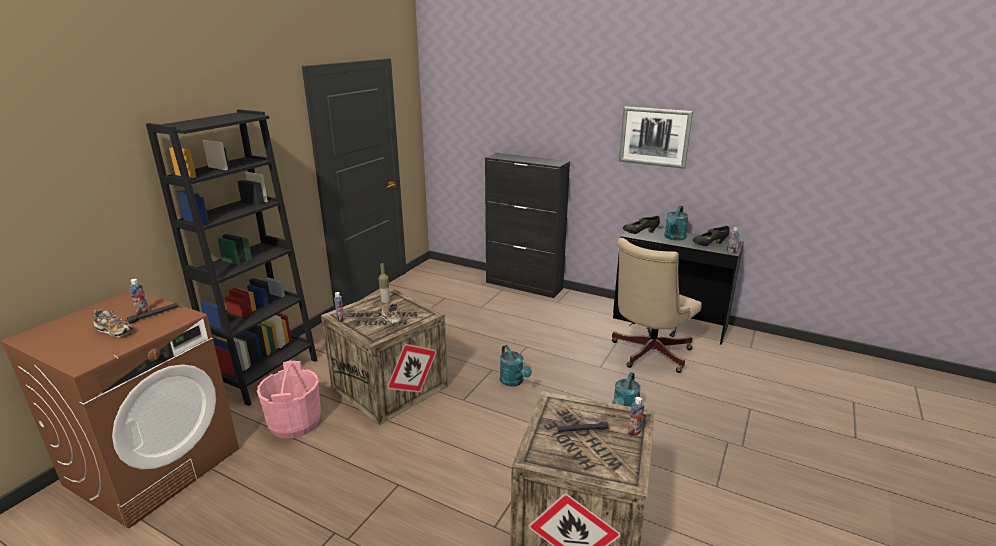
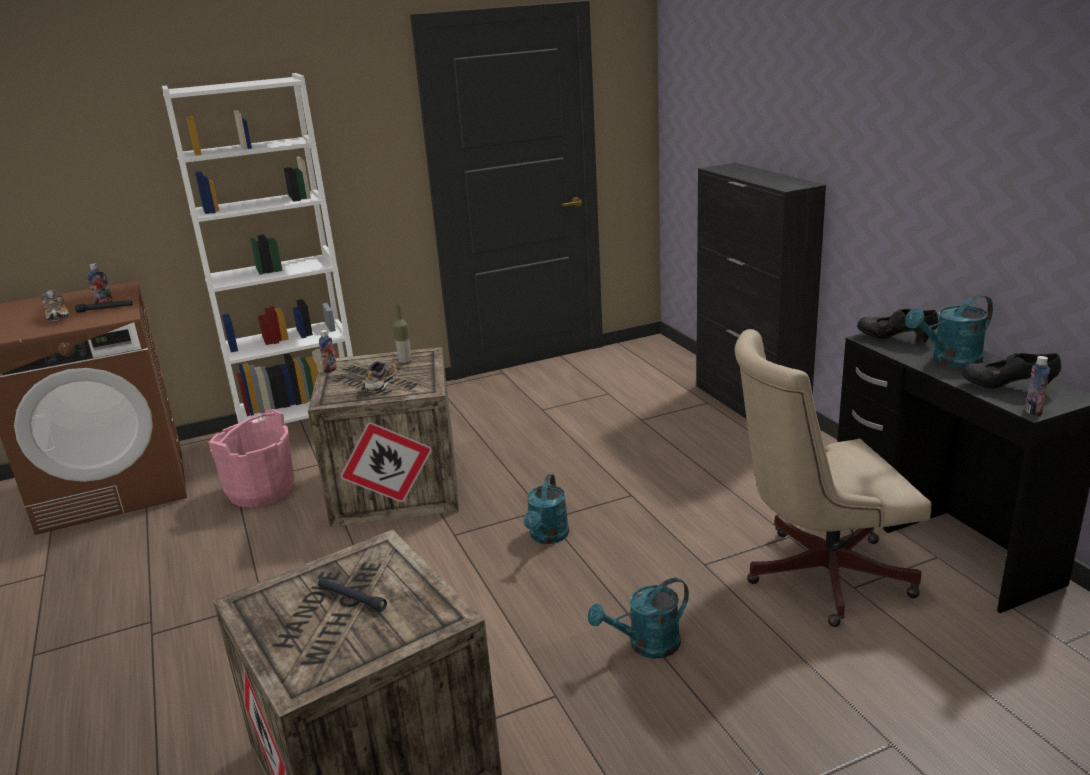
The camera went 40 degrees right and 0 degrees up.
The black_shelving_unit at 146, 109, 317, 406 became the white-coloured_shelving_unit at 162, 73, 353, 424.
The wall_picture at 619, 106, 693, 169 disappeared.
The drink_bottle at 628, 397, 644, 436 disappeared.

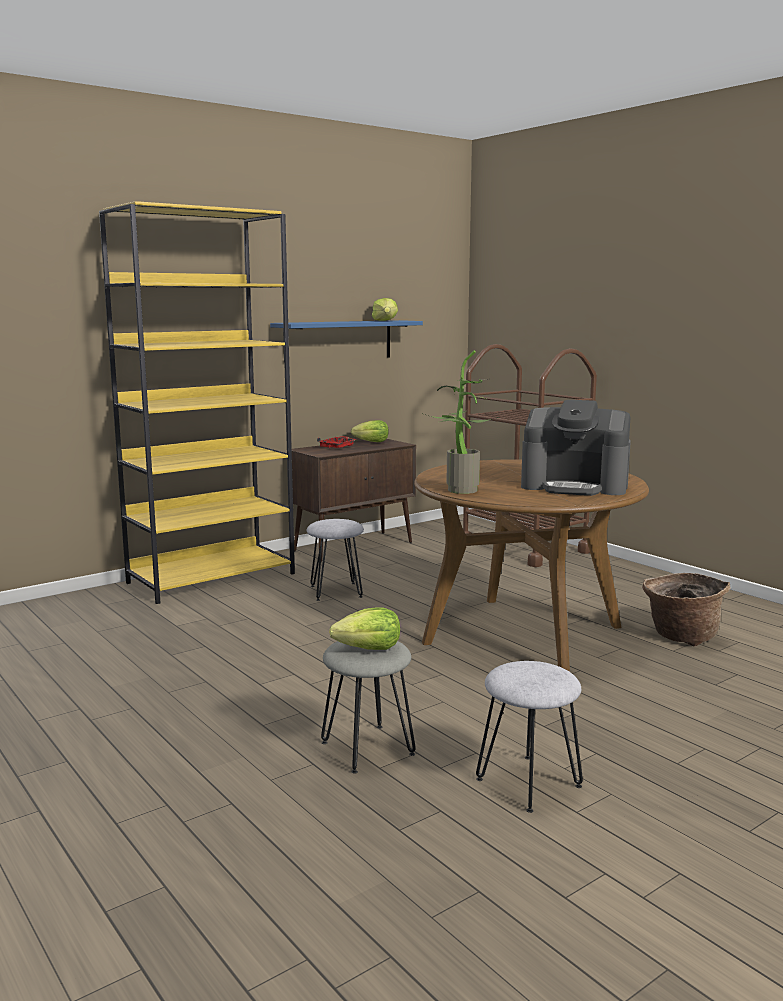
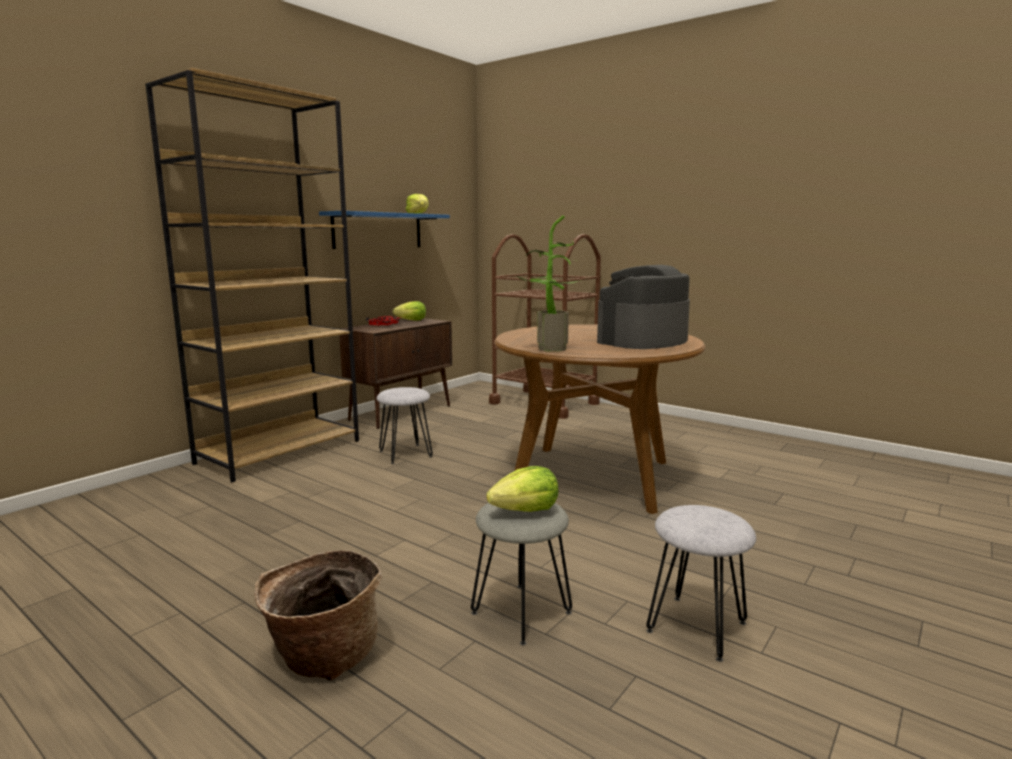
The camera went 15 degrees left and 0 degrees up.
The yellow-coloured_shelving_unit at 99, 201, 295, 604 became the brown-coloured_shelving_unit at 145, 68, 359, 482.
The household_basket moved from 642, 573, 731, 647 to 254, 550, 382, 680.
The coffee_maker at 521, 400, 631, 496 turned 135 degrees clockwise.

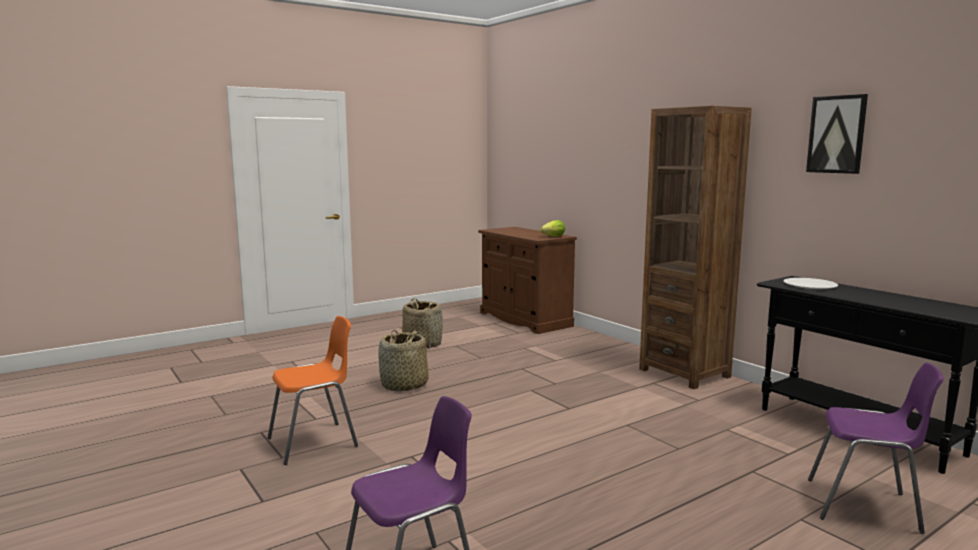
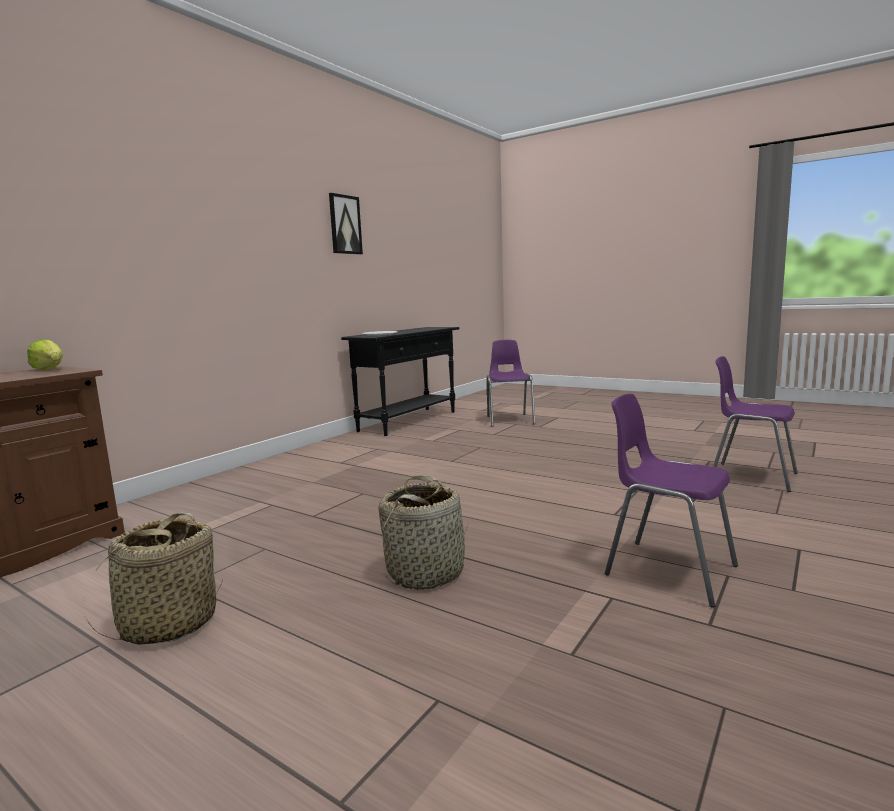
The camera went 110 degrees left and 0 degrees up.
The orange_upright_chair at 267, 316, 358, 465 became the purple-coloured_upright_chair at 605, 394, 738, 608.
The brown-coloured_shelving_unit at 639, 106, 752, 389 disappeared.

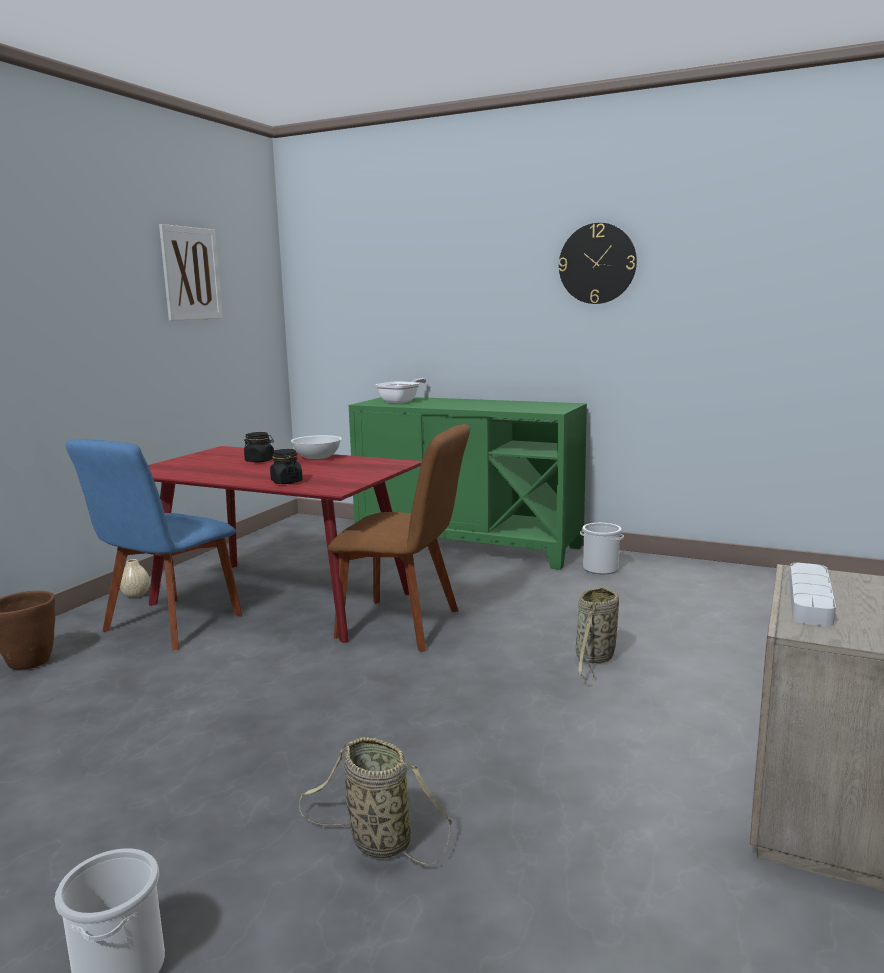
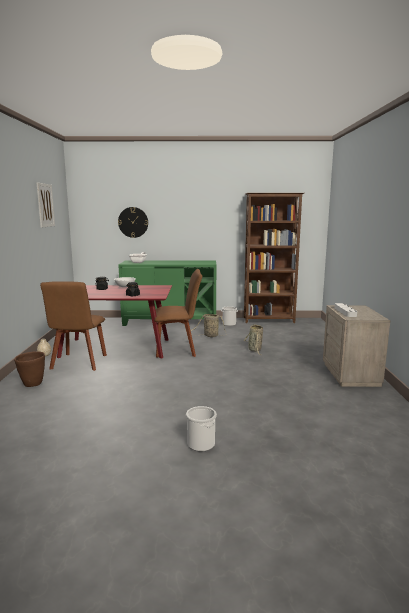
The camera went 25 degrees left and 0 degrees up.
The bluish_upright_chair at 66, 439, 242, 650 became the brown-coloured_upright_chair at 40, 282, 107, 371.
The clock_on_the_wall moved from 559, 223, 637, 304 to 118, 207, 148, 238.
The household_basket moved from 299, 737, 452, 865 to 191, 314, 226, 337.
The brown-coloured_shelving_unit at 244, 193, 304, 323 appeared.

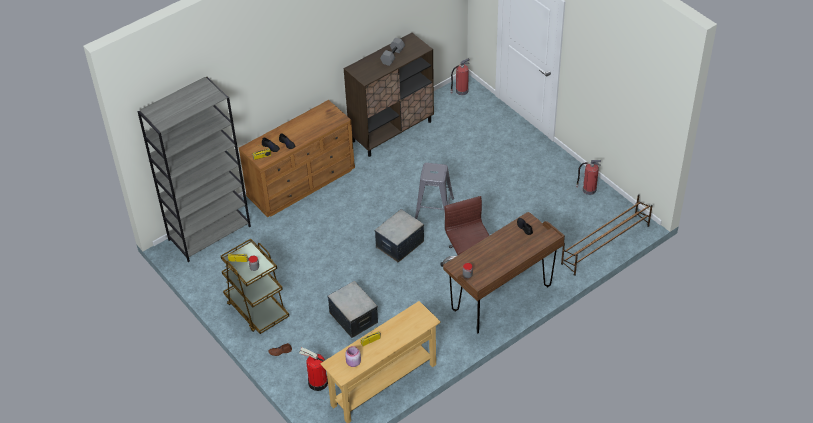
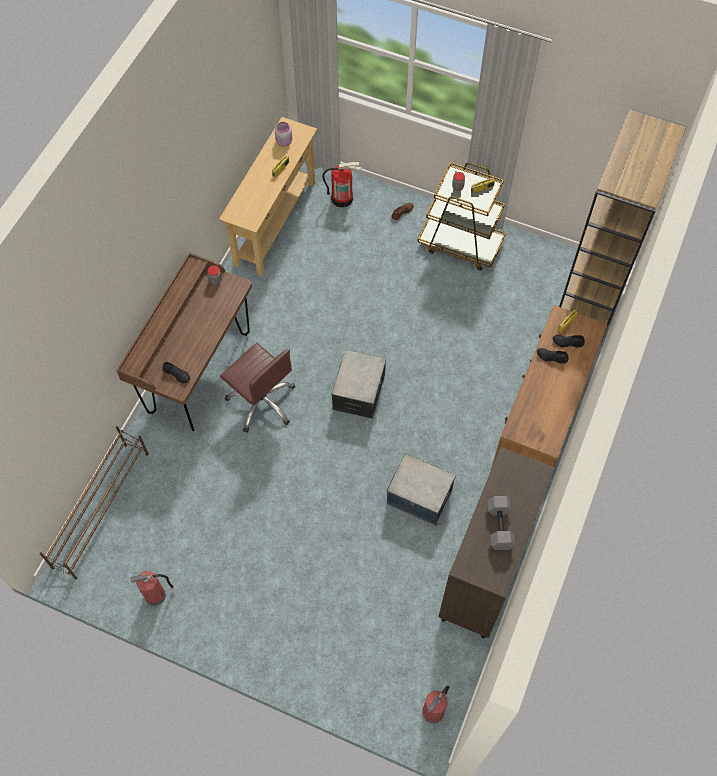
The camera went 150 degrees right and 15 degrees up.
The storage_container moved from 328, 281, 378, 338 to 387, 454, 456, 526.
The greyish_shelving_unit at 138, 77, 251, 262 became the brown-coloured_shelving_unit at 559, 108, 687, 340.
The greyish_sitting_stool at 415, 163, 454, 219 disappeared.

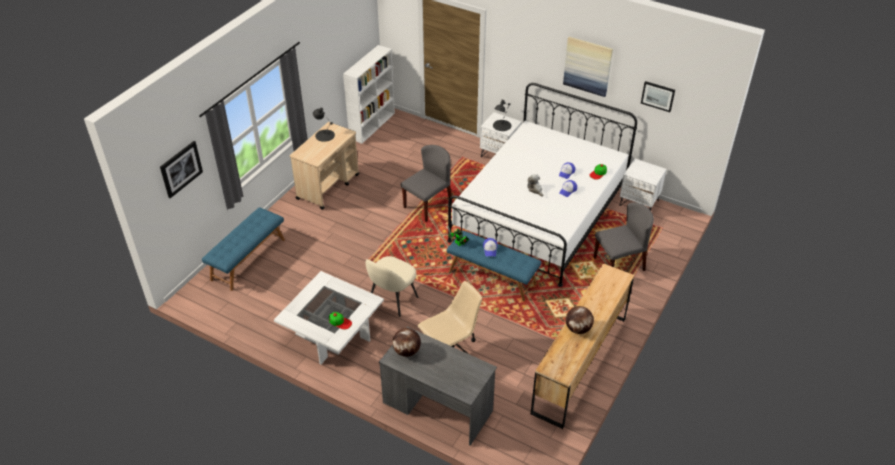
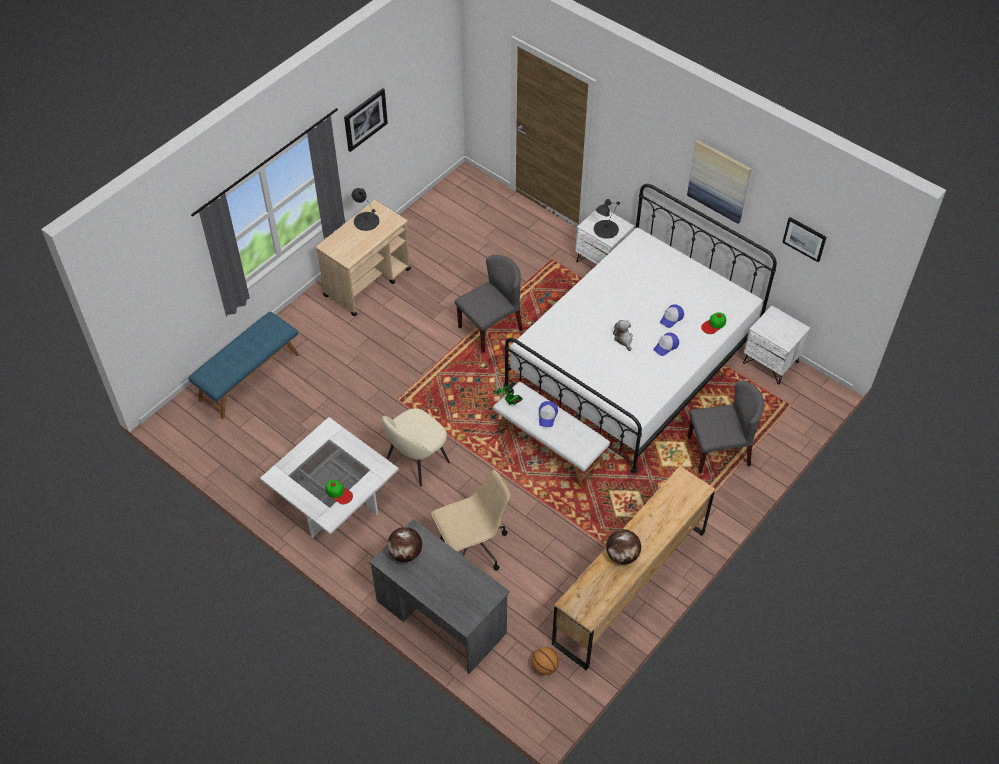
The camera went 10 degrees right and 10 degrees up.
The wall_picture moved from 160, 141, 203, 198 to 344, 88, 388, 152.
The bluish_long_seat at 447, 230, 541, 301 became the white-coloured_long_seat at 493, 382, 610, 488.
The ball_for_basketball at 532, 647, 559, 675 appeared.
The white-coloured_shelving_unit at 343, 45, 395, 144 disappeared.

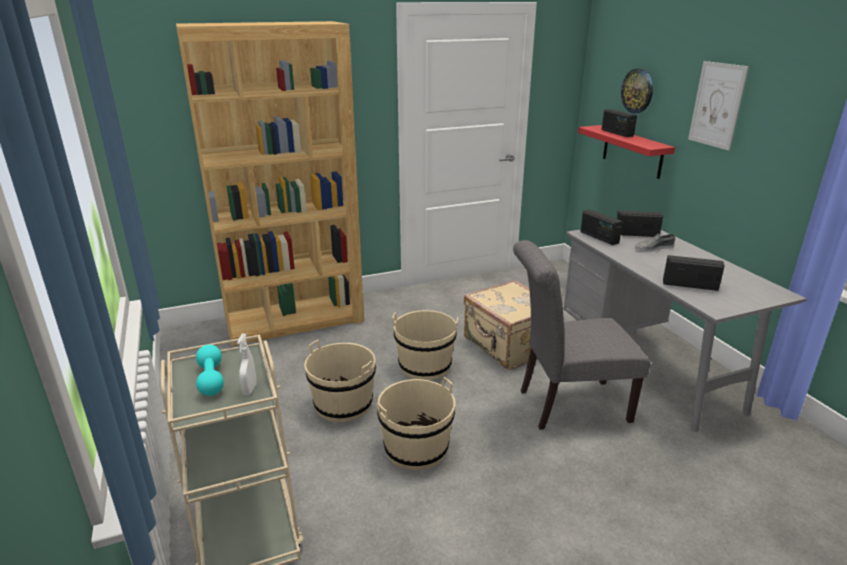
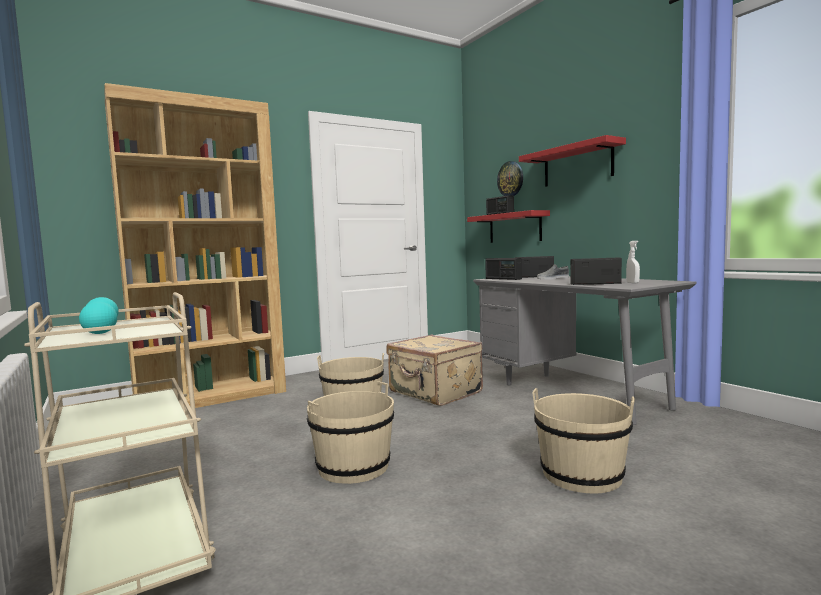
The camera went 10 degrees left and 20 degrees down.
The wall_picture at 688, 61, 749, 150 was replaced by the red_wall_shelf at 519, 135, 626, 187.
The beige_pail moved from 304, 339, 376, 422 to 532, 388, 635, 494.
The white-coloured_hand_sprayer moved from 237, 333, 257, 395 to 626, 241, 640, 284.
The greyish_upright_chair at 513, 240, 650, 430 disappeared.

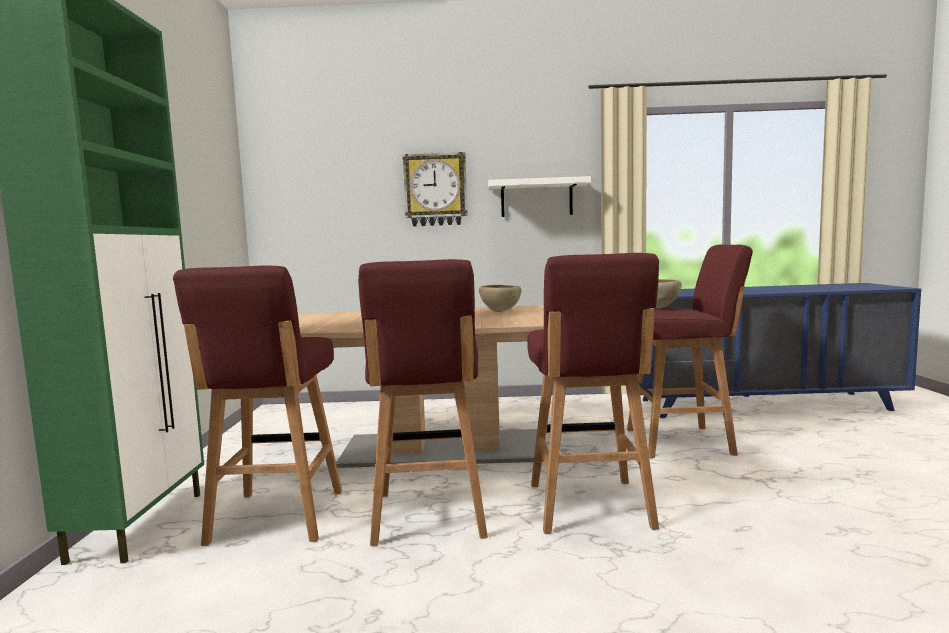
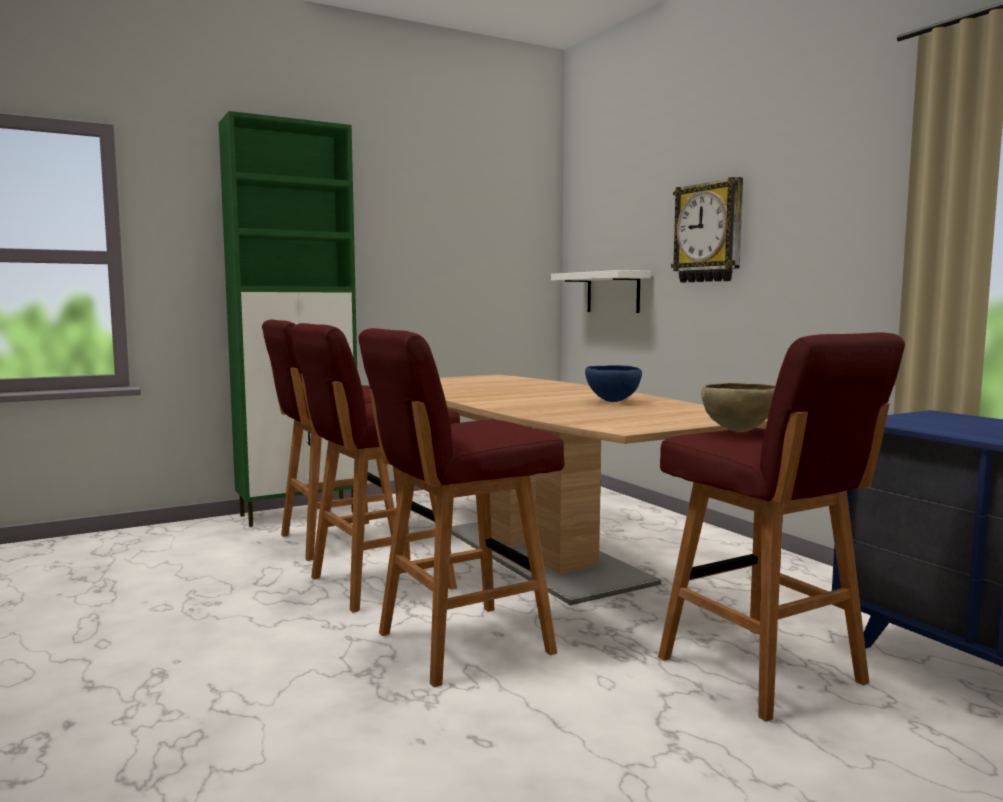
The camera went 60 degrees right and 0 degrees up.
The white-coloured_wall_shelf moved from 488, 176, 591, 217 to 551, 270, 650, 313.
The brown-coloured_serving_bowl at 479, 285, 521, 312 became the bluish_serving_bowl at 585, 365, 642, 402.

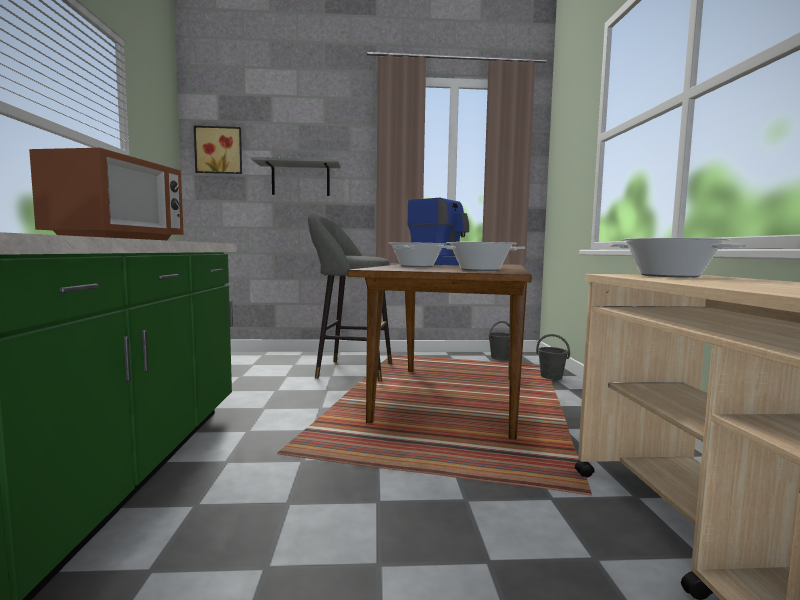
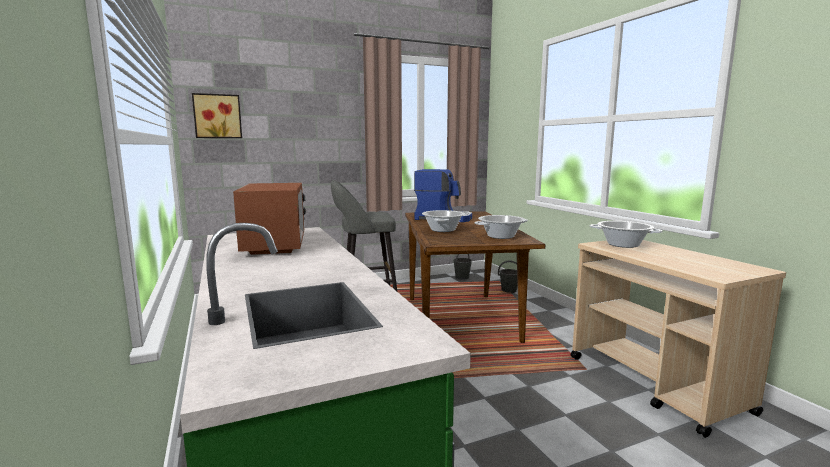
The camera went 20 degrees left and 5 degrees up.
The greyish_wall_shelf at 251, 157, 341, 196 disappeared.

